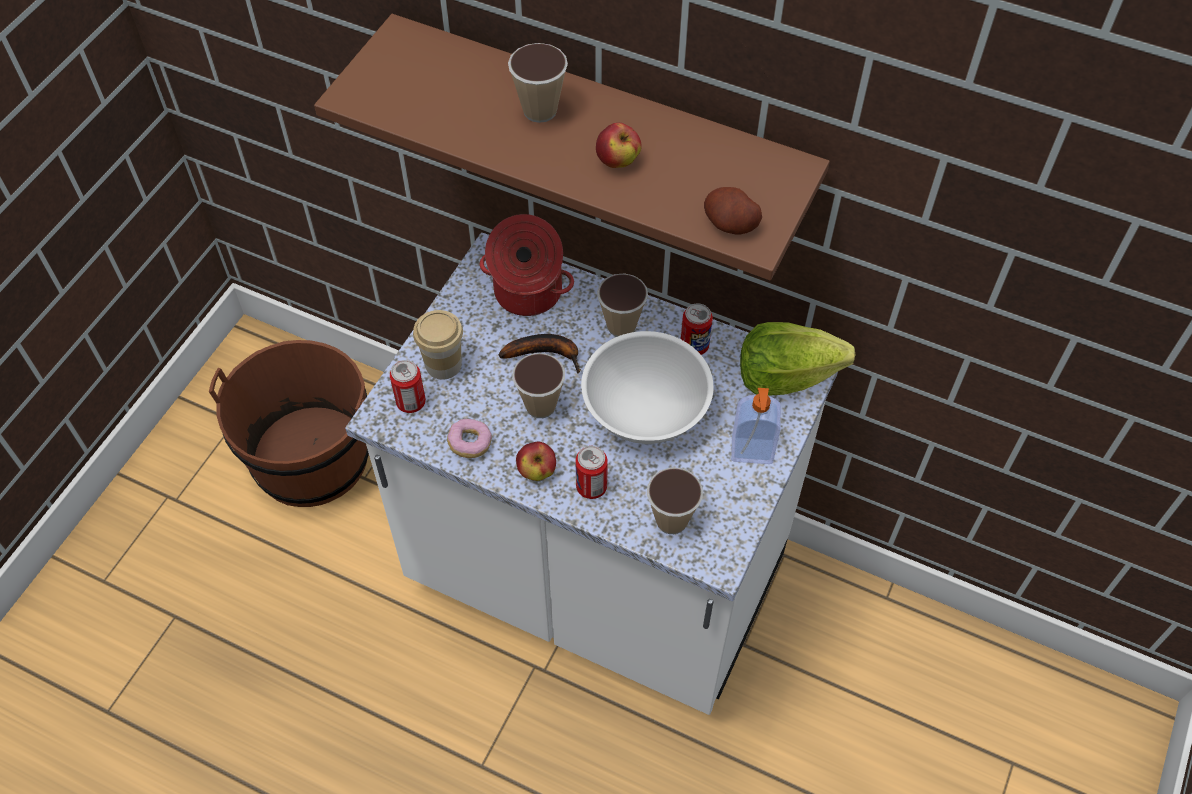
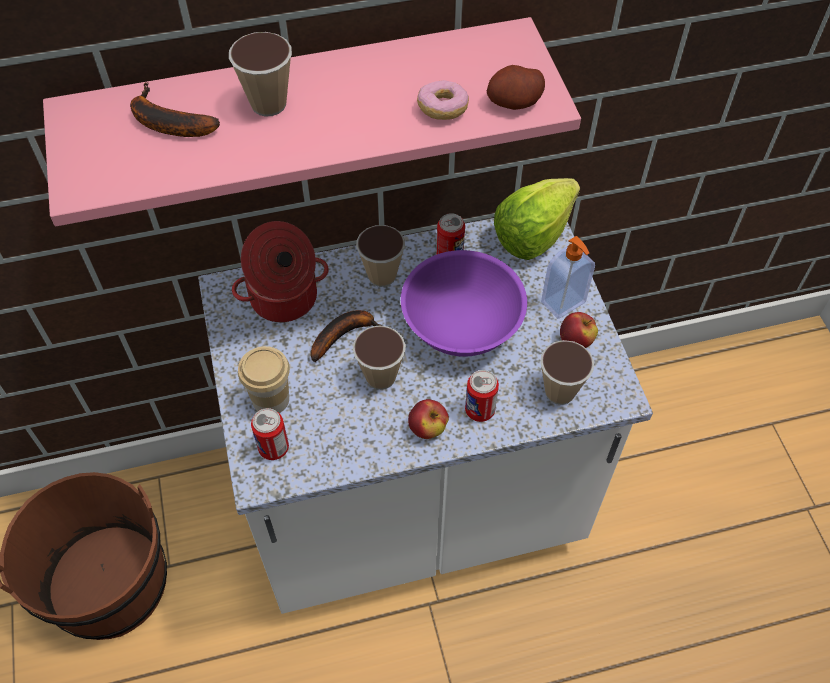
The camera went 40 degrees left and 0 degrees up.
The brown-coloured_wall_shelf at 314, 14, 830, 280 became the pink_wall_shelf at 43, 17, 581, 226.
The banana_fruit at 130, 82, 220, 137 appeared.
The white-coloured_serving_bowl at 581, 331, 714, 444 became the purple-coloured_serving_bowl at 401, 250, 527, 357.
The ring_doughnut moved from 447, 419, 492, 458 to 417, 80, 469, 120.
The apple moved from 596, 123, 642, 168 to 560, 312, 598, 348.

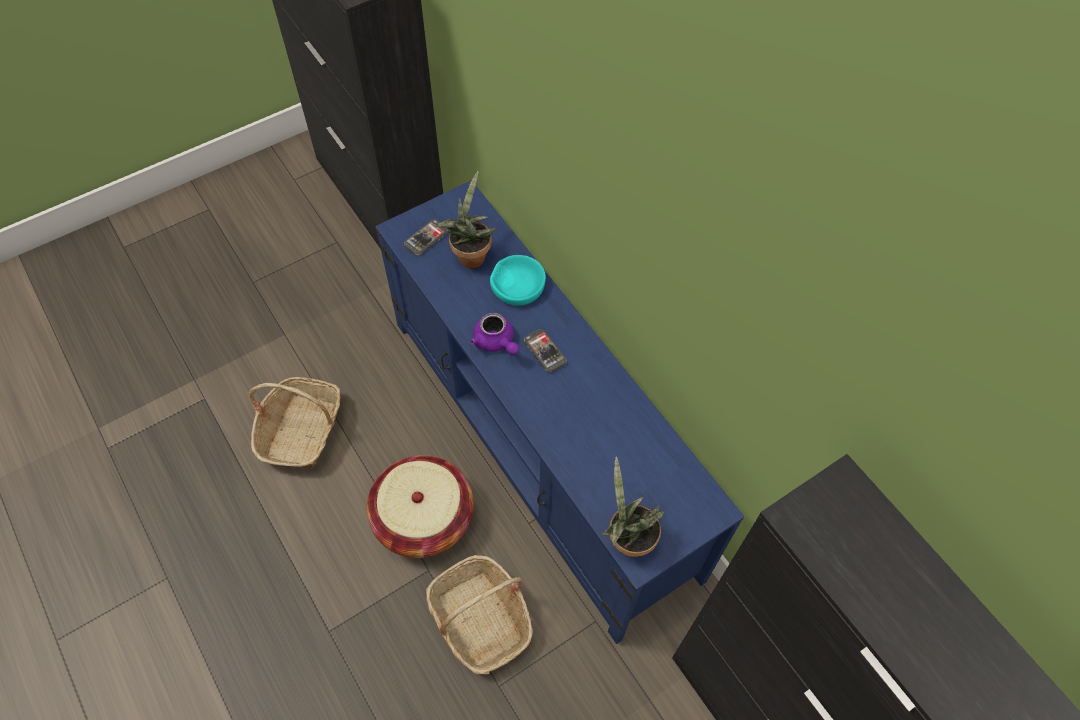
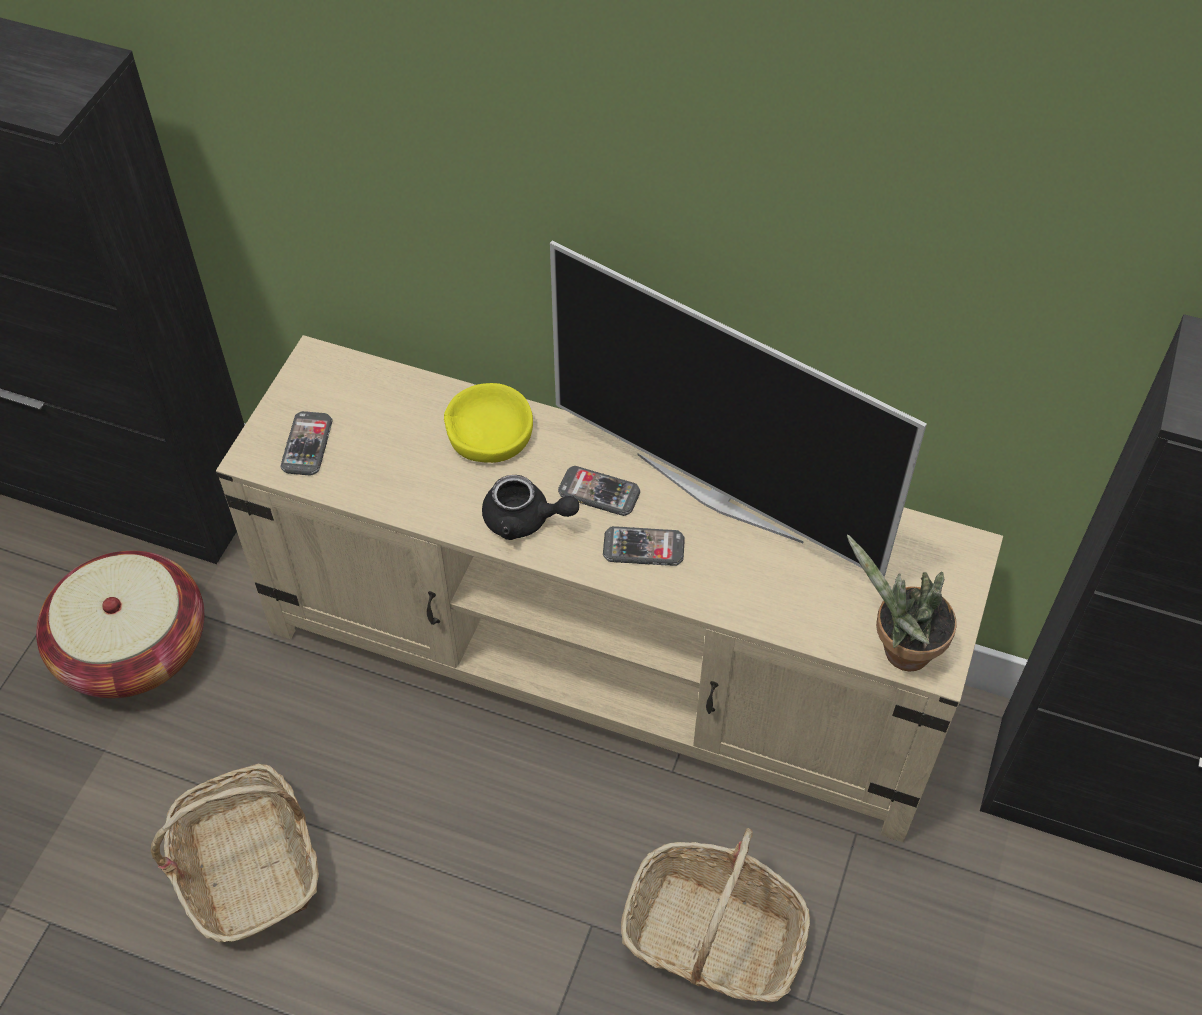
The camera went 35 degrees left and 5 degrees down.
The household_basket moved from 367, 455, 474, 558 to 36, 551, 204, 698.
The bluish_media_console at 375, 180, 744, 644 became the beige_media_console at 216, 335, 1003, 842.
The turquoise_serving_bowl at 490, 255, 546, 306 became the yellow-coloured_serving_bowl at 444, 383, 533, 463.
The purple-coloured_pot_for_tea at 470, 313, 519, 355 became the black_pot_for_tea at 482, 475, 579, 540.
The TV_set at 550, 241, 927, 577 appeared.
The handset at 603, 526, 685, 566 appeared.
The potted_plant at 436, 171, 496, 268 disappeared.

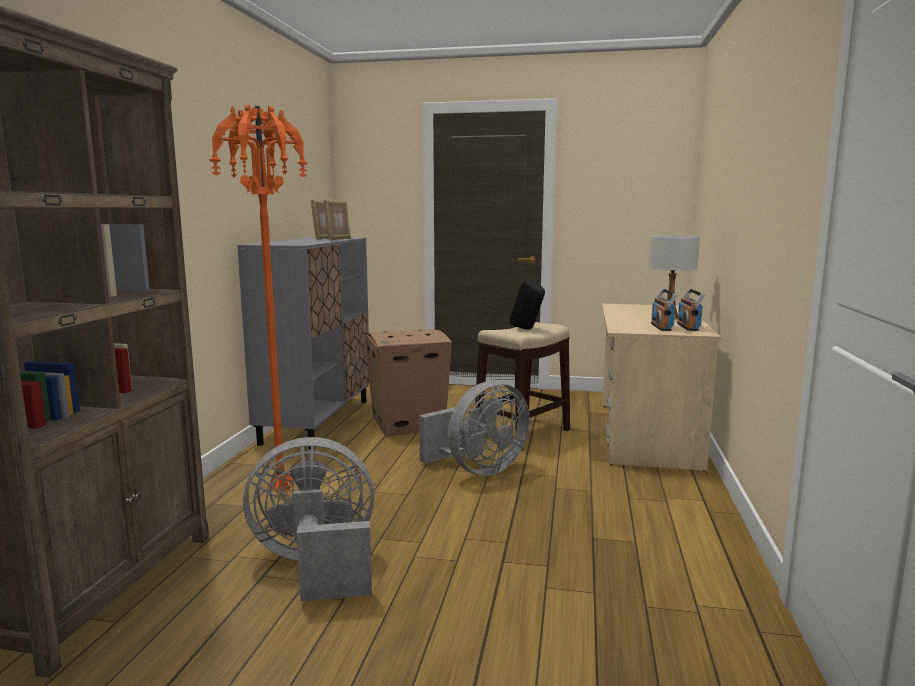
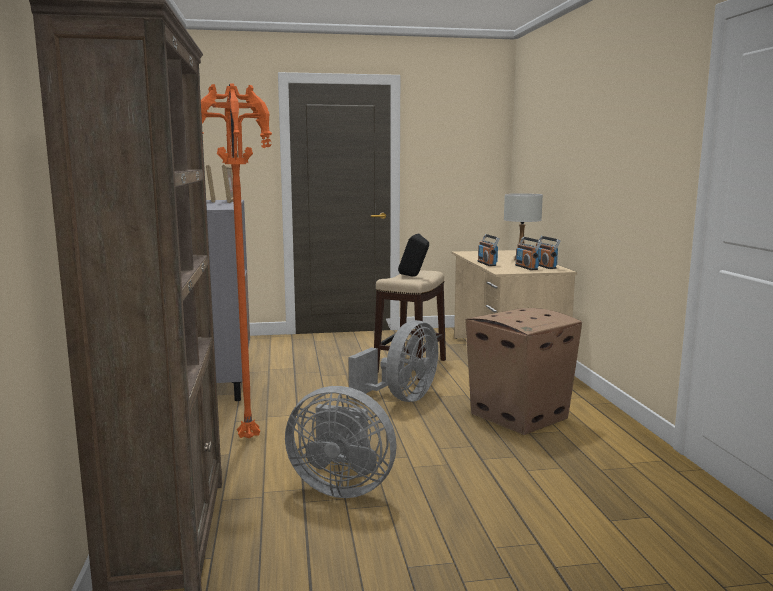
The camera went 20 degrees left and 0 degrees up.
The greyish_fan at 243, 437, 374, 601 turned 135 degrees counterclockwise.
The packing_box moved from 365, 329, 452, 437 to 465, 308, 582, 435.
The radio_set at 478, 234, 500, 266 appeared.

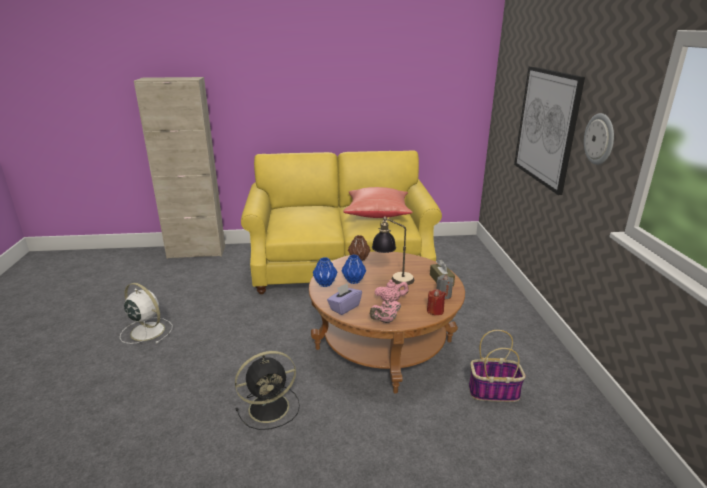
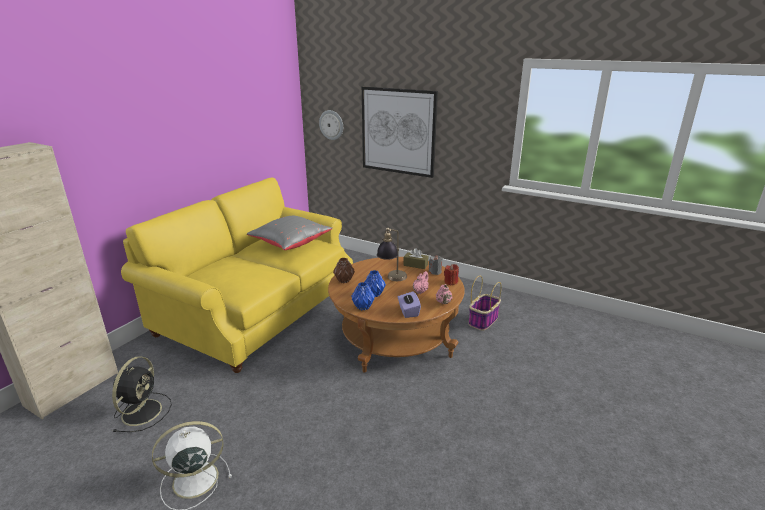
The camera went 55 degrees left and 0 degrees up.
The black_fan moved from 235, 351, 300, 430 to 112, 356, 172, 432.
The red_throw_pillow at 343, 187, 413, 218 became the greyish_throw_pillow at 247, 216, 333, 250.
The clock_on_the_wall moved from 584, 113, 614, 165 to 319, 110, 343, 140.

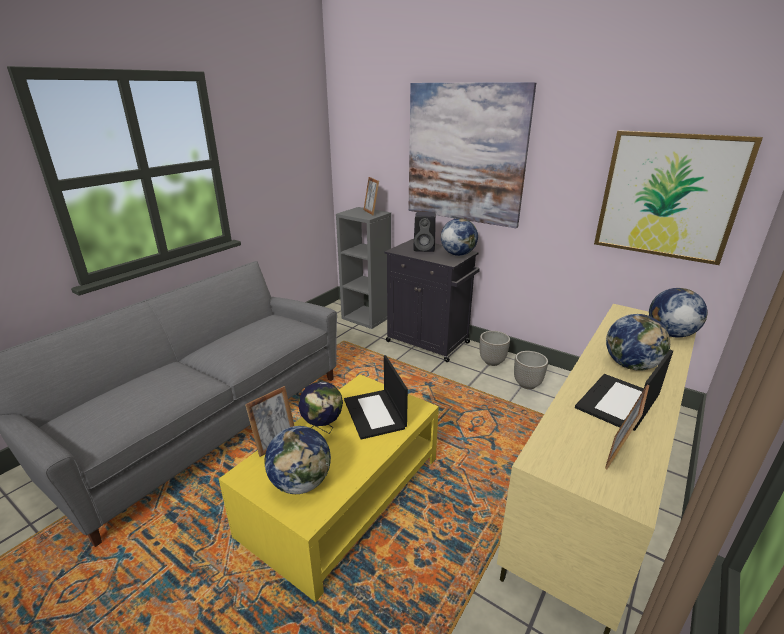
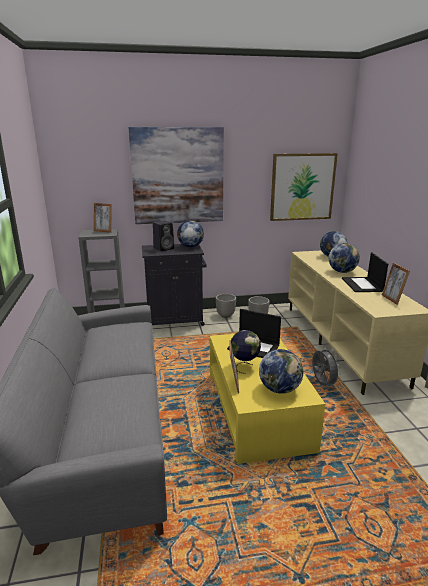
The camera went 45 degrees left and 5 degrees down.
The greyish_fan at 312, 347, 341, 387 appeared.

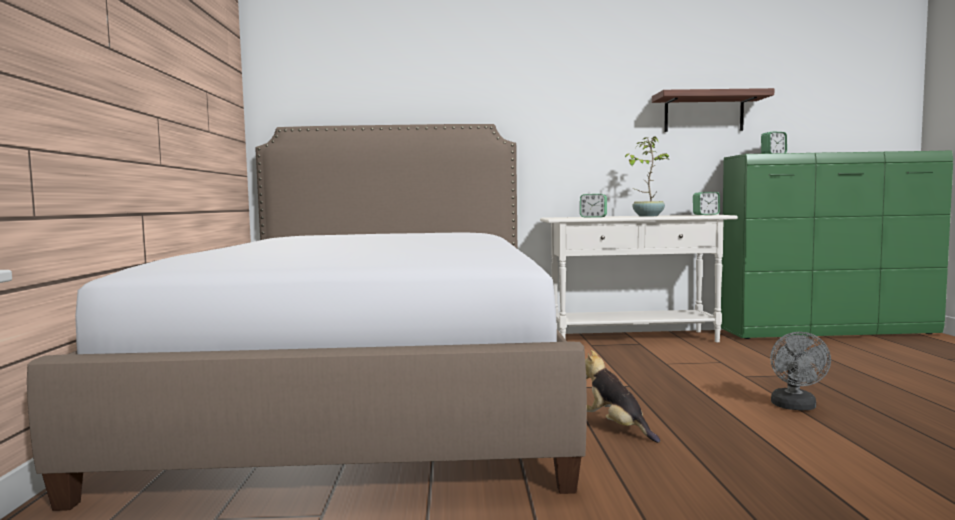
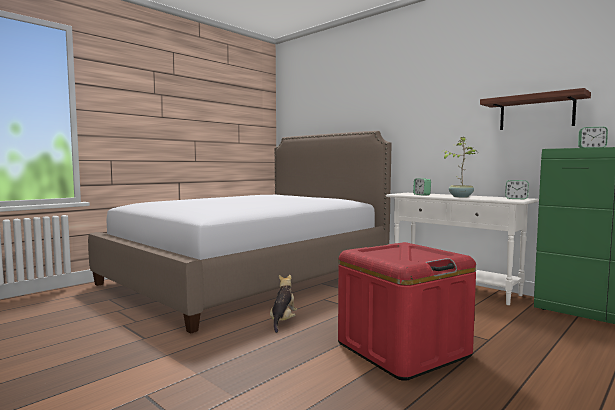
The camera went 45 degrees right and 0 degrees up.
The greyish_fan at 770, 332, 831, 410 was replaced by the red_storage_container at 338, 242, 476, 381.

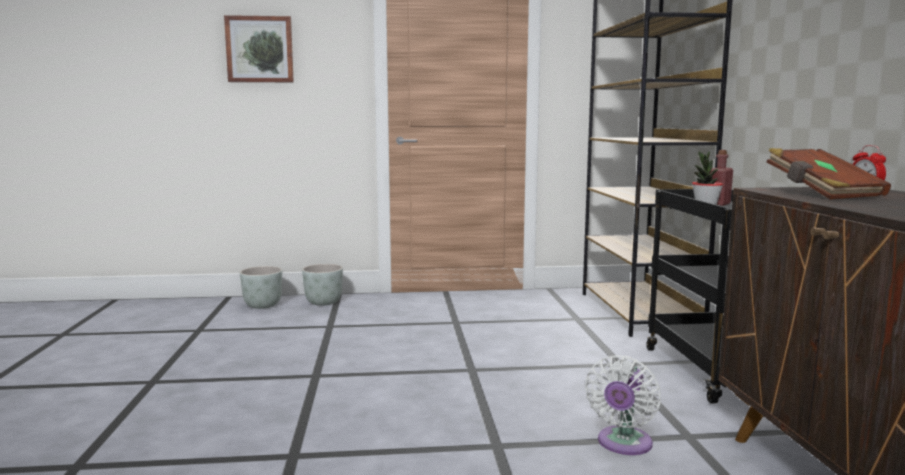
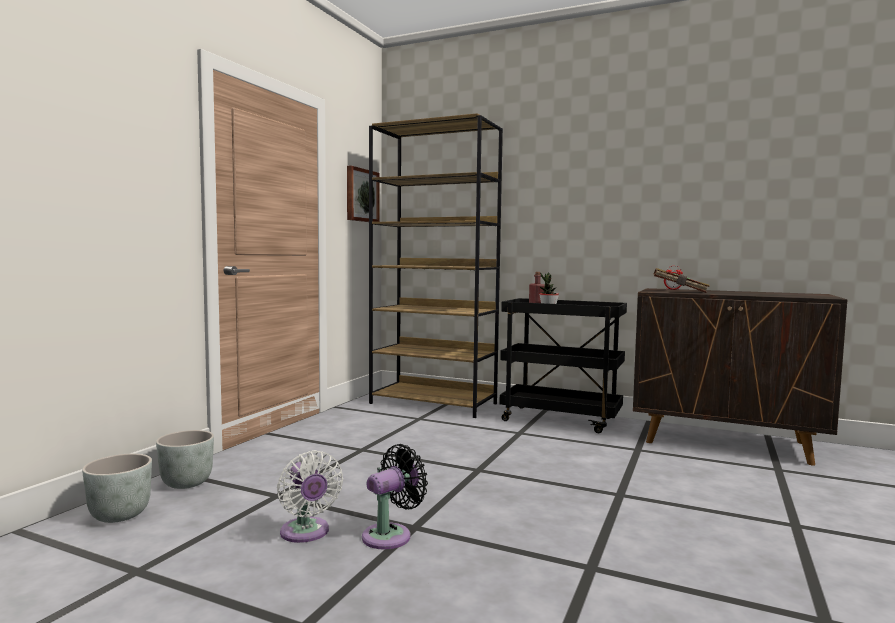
The camera went 60 degrees left and 5 degrees down.
The white-coloured_fan moved from 585, 355, 661, 455 to 277, 450, 343, 543.
The wall_picture moved from 224, 15, 294, 82 to 347, 166, 379, 222.
The black_fan at 362, 444, 428, 550 appeared.

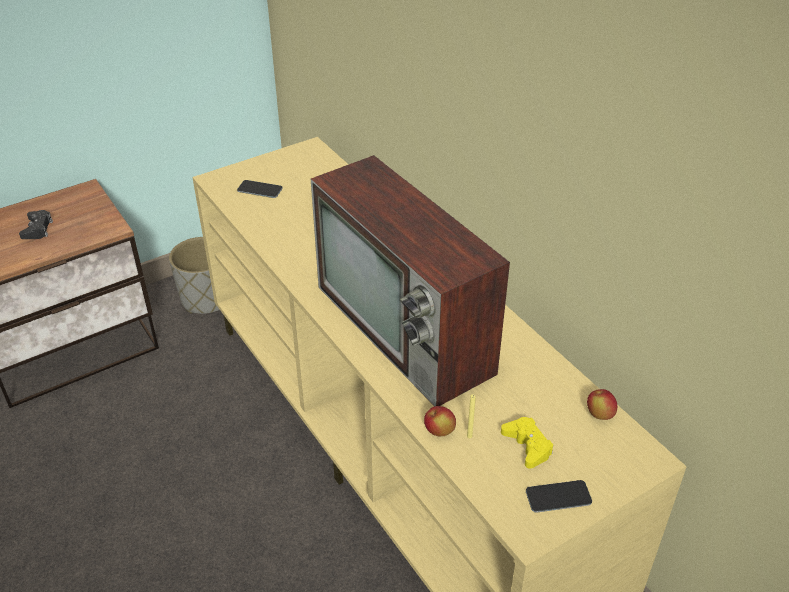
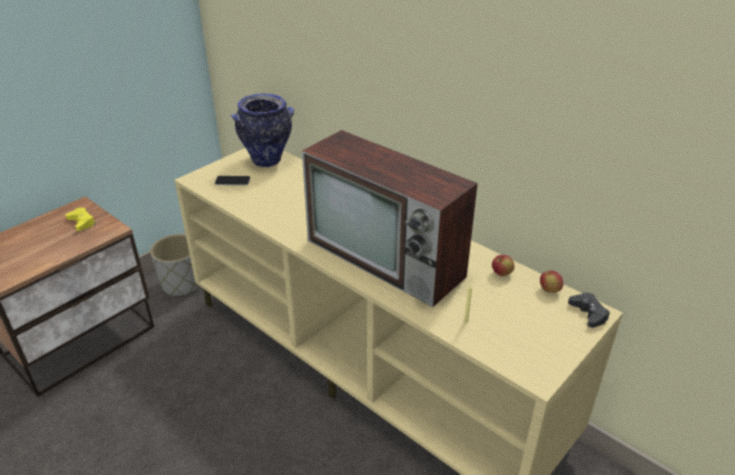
The camera went 15 degrees left and 5 degrees down.
The yellow-coloured_joypad moved from 501, 417, 553, 469 to 66, 208, 96, 231.
The flower_vase at 231, 94, 294, 167 appeared.
The apple moved from 424, 406, 456, 436 to 492, 255, 515, 276.
The black_joypad moved from 19, 210, 53, 239 to 568, 293, 610, 328.
The handset at 526, 480, 592, 513 disappeared.

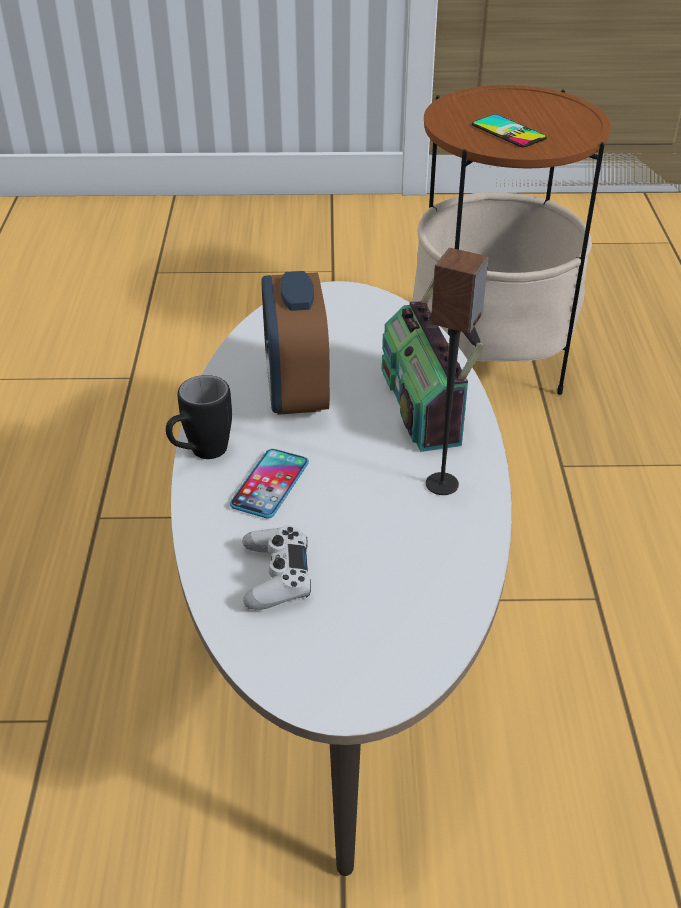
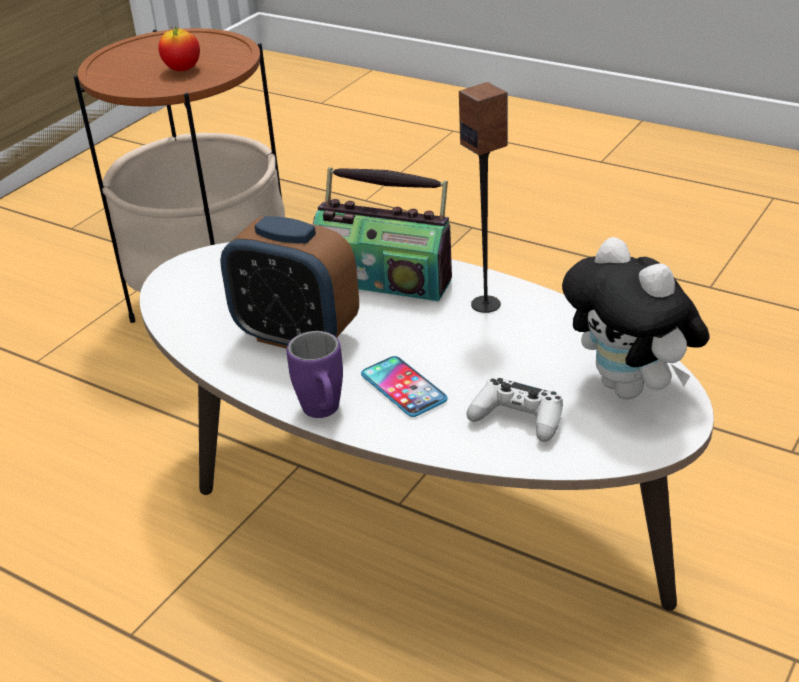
The camera went 55 degrees left and 5 degrees down.
The handset at 472, 114, 547, 147 was replaced by the apple at 158, 27, 200, 71.
The black_tea_mug at 166, 375, 232, 459 became the purple-coloured_tea_mug at 287, 331, 343, 418.
The soft_toy at 562, 237, 710, 399 appeared.

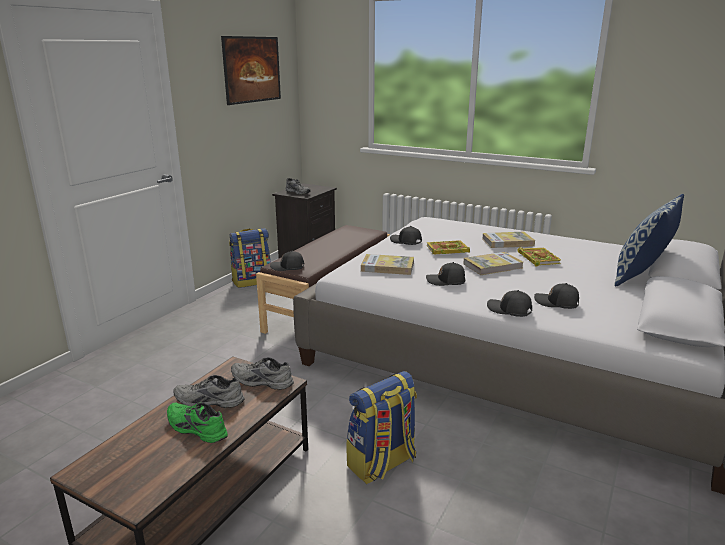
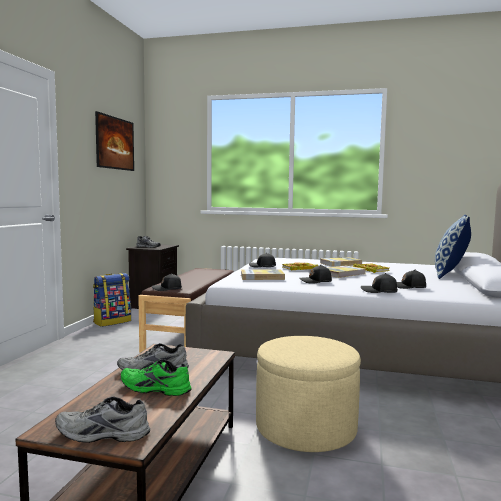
The camera went 15 degrees left and 15 degrees down.
The greyish_low_shoe moved from 231, 357, 294, 390 to 55, 396, 150, 443.
The rucksack at 347, 371, 417, 484 was replaced by the beige_ottoman at 256, 336, 361, 452.

